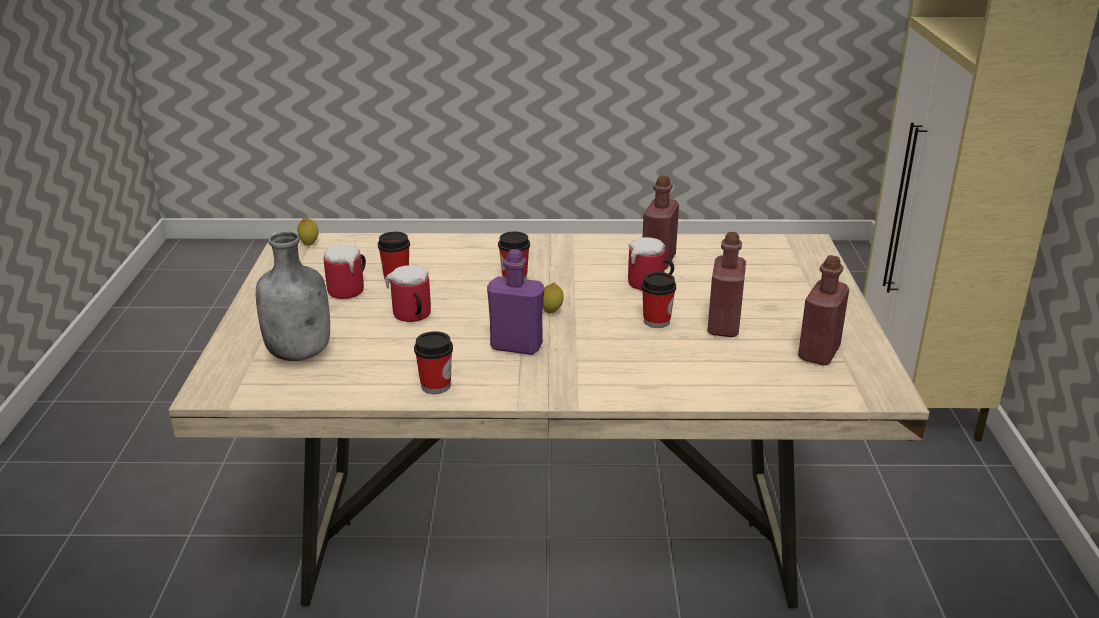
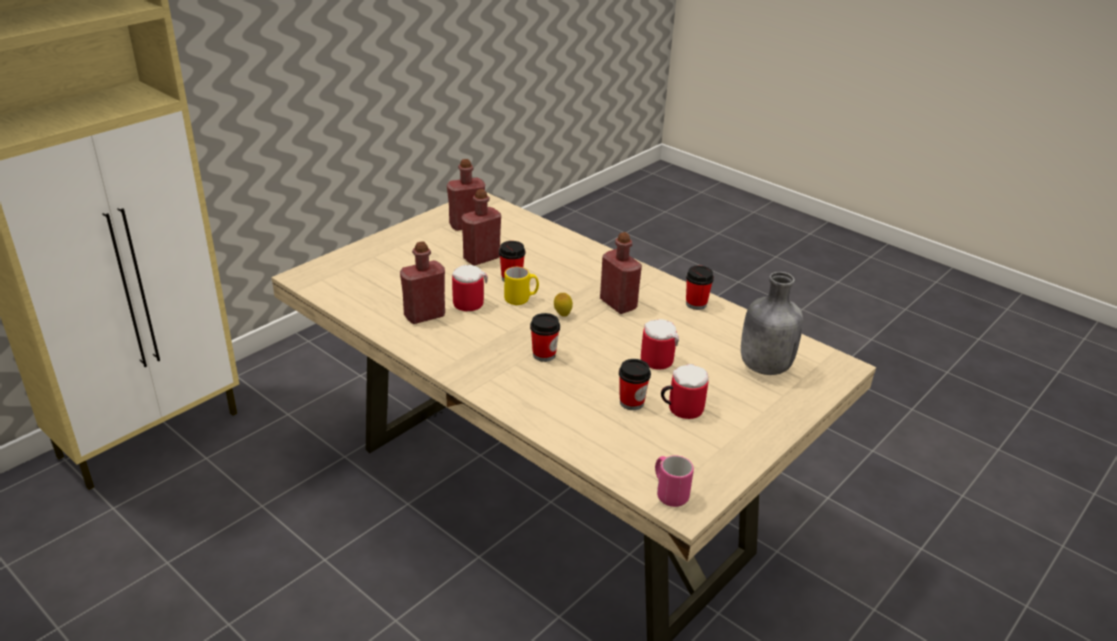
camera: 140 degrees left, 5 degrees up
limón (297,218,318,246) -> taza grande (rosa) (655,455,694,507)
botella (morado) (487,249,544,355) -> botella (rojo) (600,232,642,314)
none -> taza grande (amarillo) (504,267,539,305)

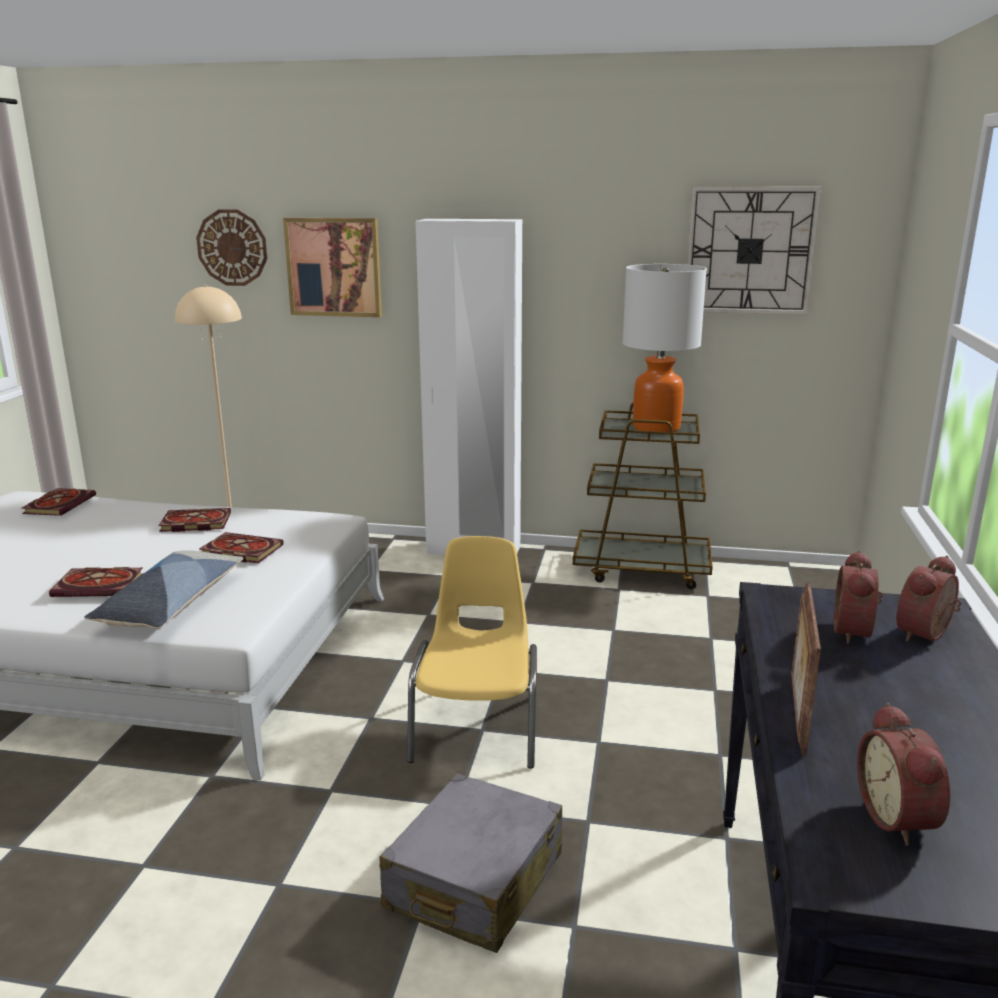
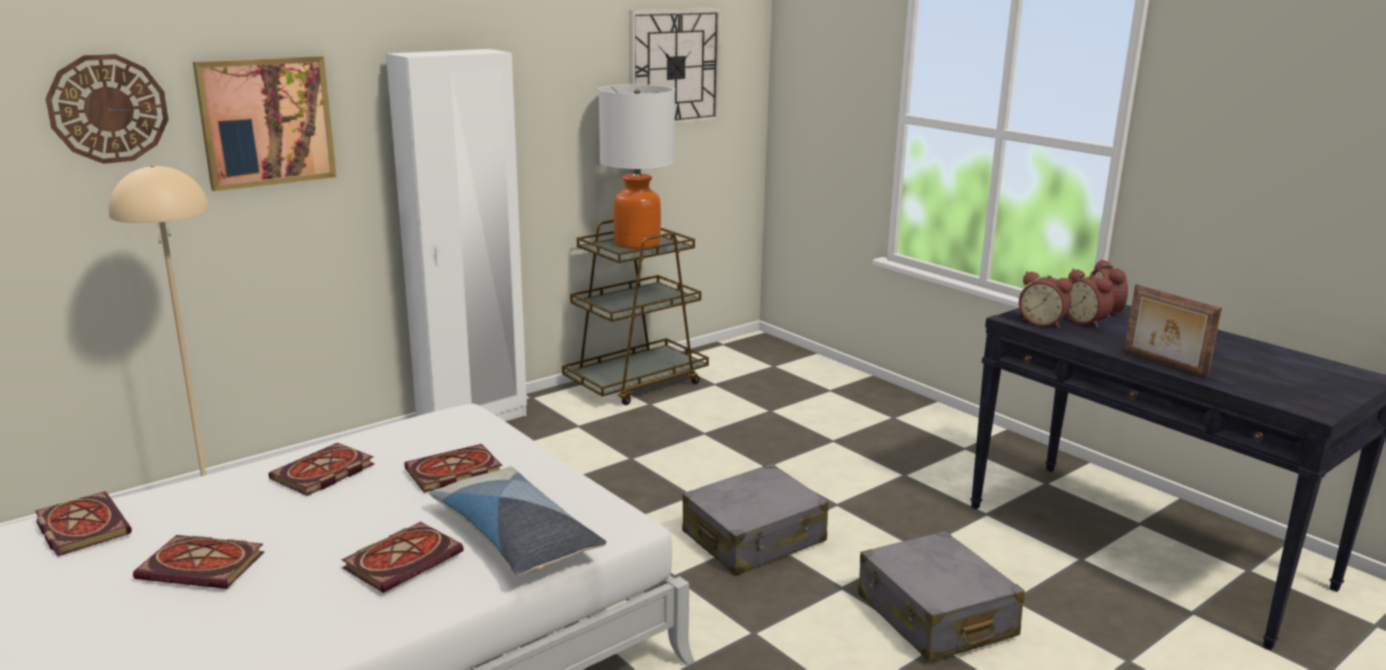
camera: 50 degrees left, 0 degrees up
silla (amarillo) (407,536,537,769) -> maleta (gris) (682,463,829,576)
despertador (857,703,950,846) -> despertador (1019,271,1072,328), shifted
none -> libro (133,535,264,589)

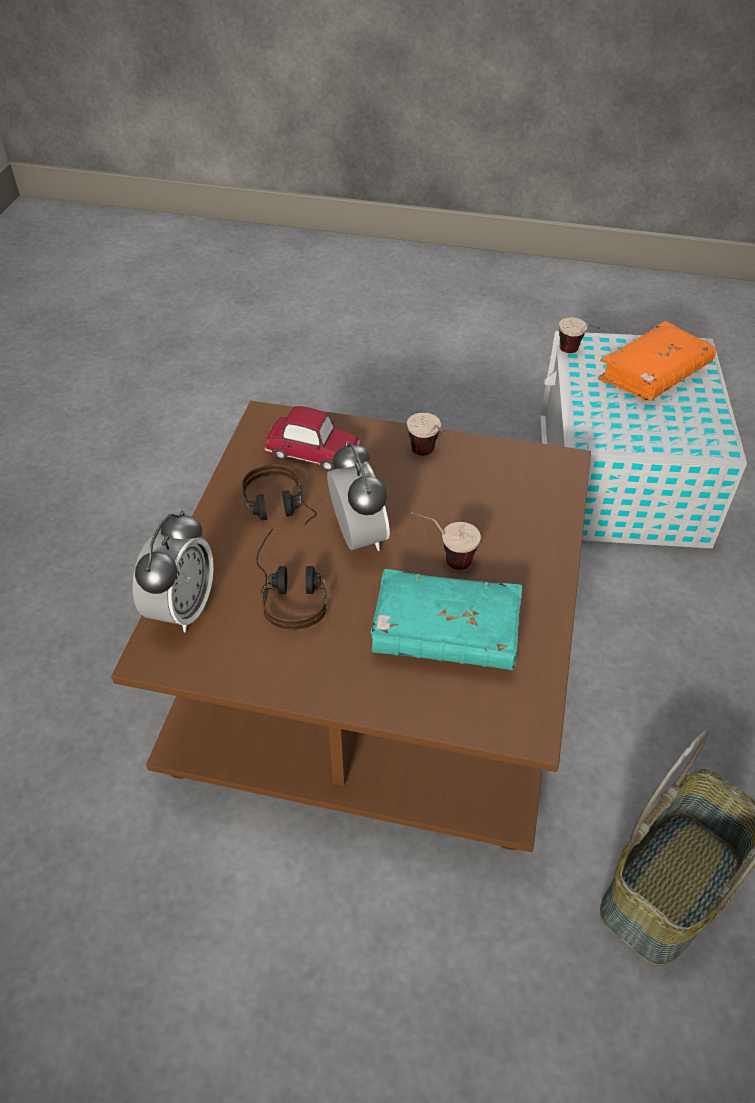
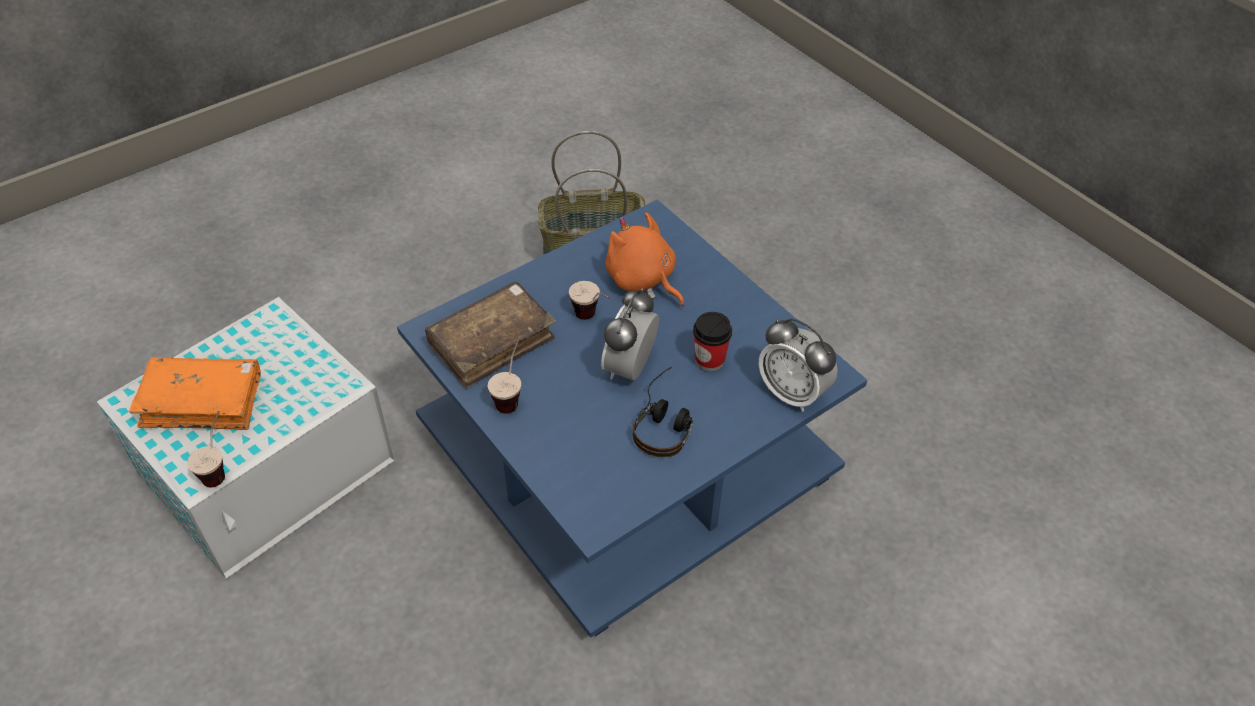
camera: 140 degrees left, 0 degrees up
mesa de centro (marrón) (111,401,591,852) -> mesa de centro (azul) (397,200,867,638)
coche de juguete (264,406,360,471) -> none
despertador (132,510,214,632) -> despertador (758,318,838,412), 105 degrees counterclockwise
auriculares (256,529,327,630) -> taza (693,312,732,372)
libro (turquesa) (371,569,522,670) -> peluche (naranja) (605,212,684,306)
none -> libro (marrón) (425,282,556,389)

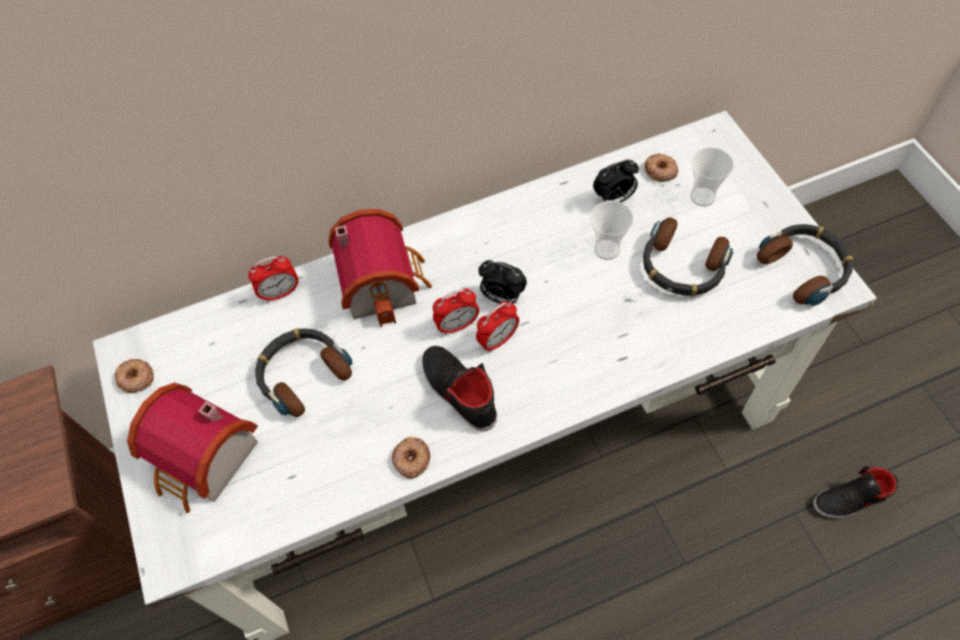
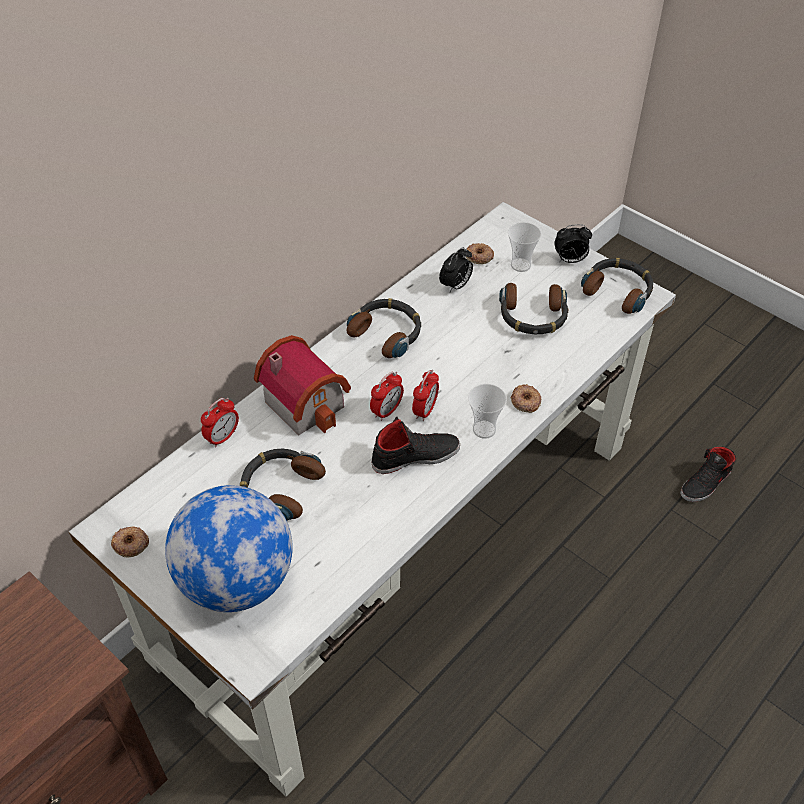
camera: 30 degrees left, 10 degrees down
taza (590,201,634,260) -> taza (468,384,507,439), shifted
despertador (478,260,527,304) -> despertador (554,224,592,263), shifted
zapato (negro) (422,345,497,432) -> zapato (negro) (371,417,460,474), 135 degrees clockwise
casita (127,383,258,513) -> globo terráqueo (165,485,293,612)
rosquilla (392,437,430,479) -> rosquilla (511,384,541,413), shifted
none -> auriculares (347,298,421,358)

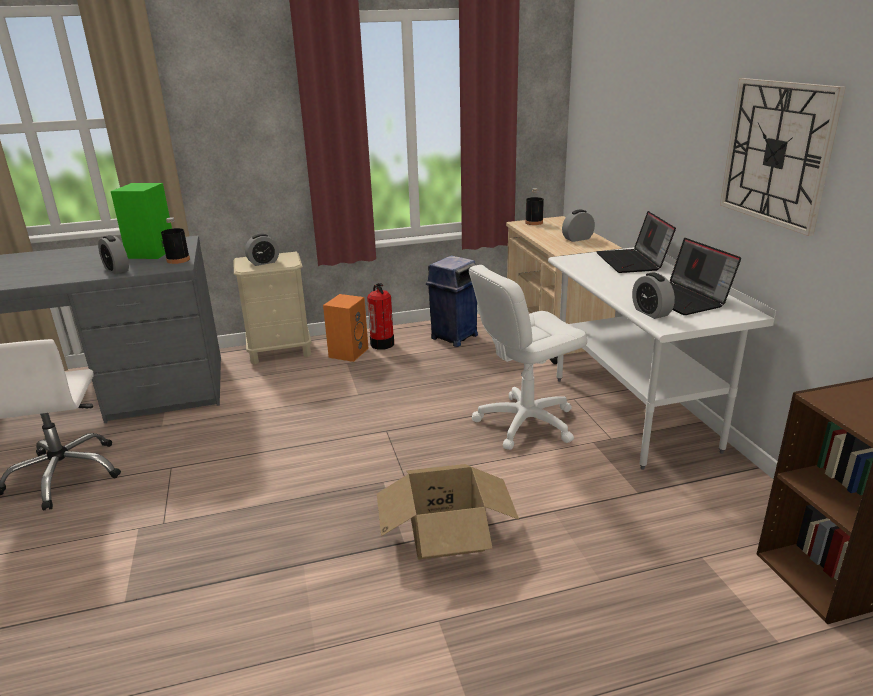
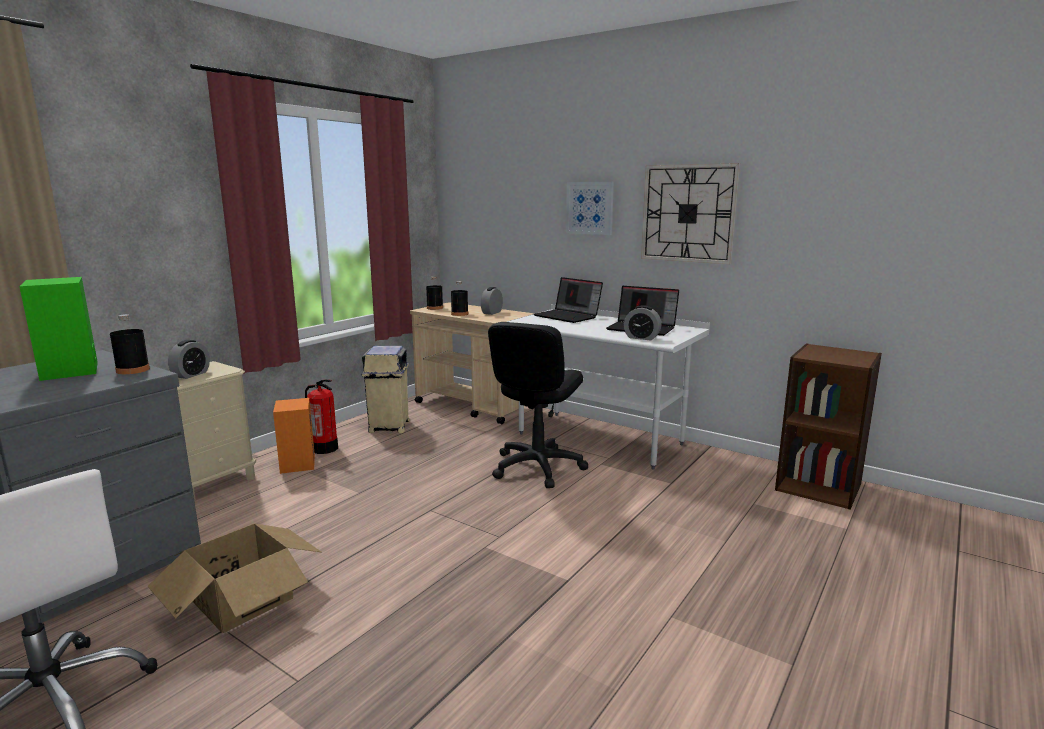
camera: 40 degrees left, 10 degrees down
despertador (98,235,129,274) -> none
papelera (azul) (426,255,478,347) -> papelera (beis) (362,346,409,433)
silla de oficina (blanco) (469,265,587,450) -> silla de oficina (negro) (488,322,588,488)
caja de cartón (377,464,519,560) -> caja de cartón (148,524,321,633), shifted
none -> cuadro (566,182,614,235)
none -> botella (negro) (451,281,468,316)

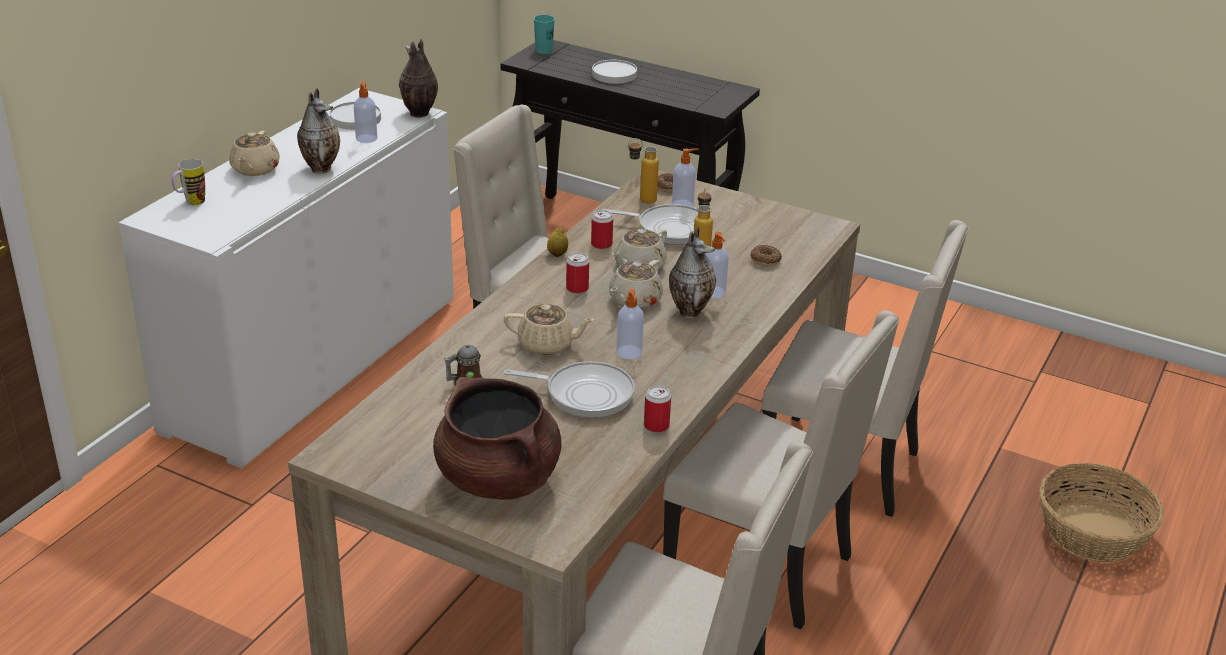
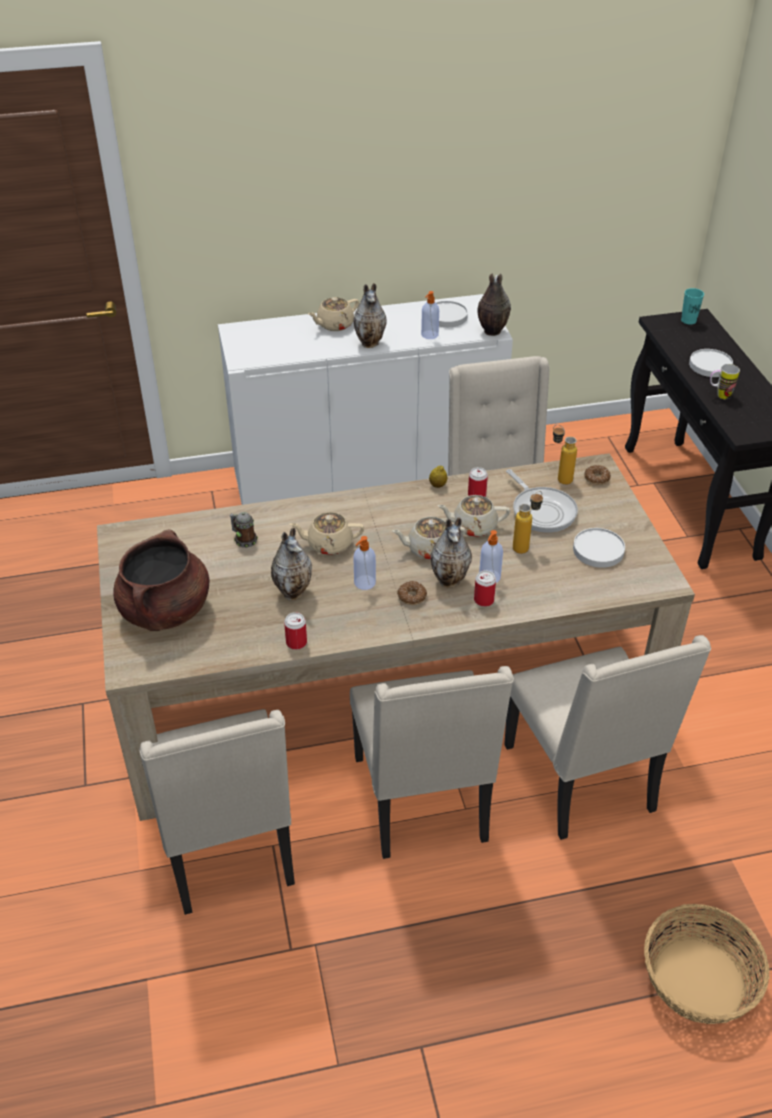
camera: 50 degrees right, 10 degrees up
dispensador de jabón (672,148,699,207) -> none
taza grande (171,159,205,205) -> taza grande (710,364,740,399), shifted
rosquilla (750,245,782,266) -> rosquilla (397,581,427,605), shifted
lata (566,252,589,294) -> lata (474,570,496,607), shifted
tetera (beis) (504,304,595,355) -> tetera (beis) (290,512,364,555), 120 degrees clockwise
sartén (504,361,635,418) -> florero (271,528,312,600)
none -> plato (blanco) (573,528,625,568)

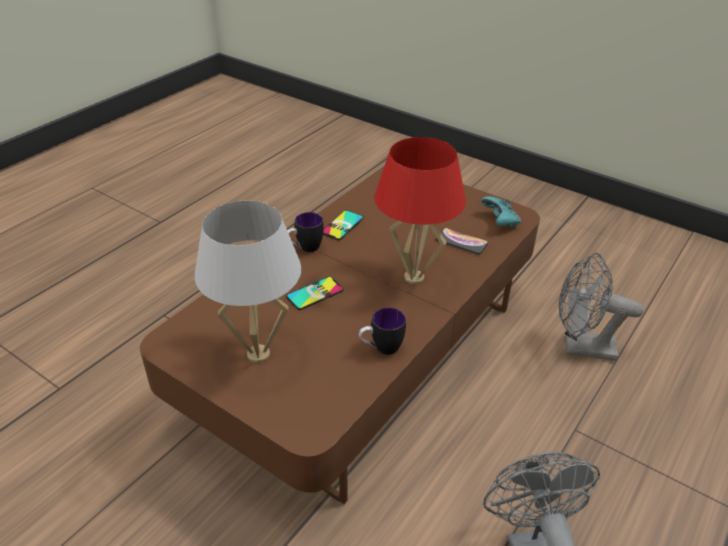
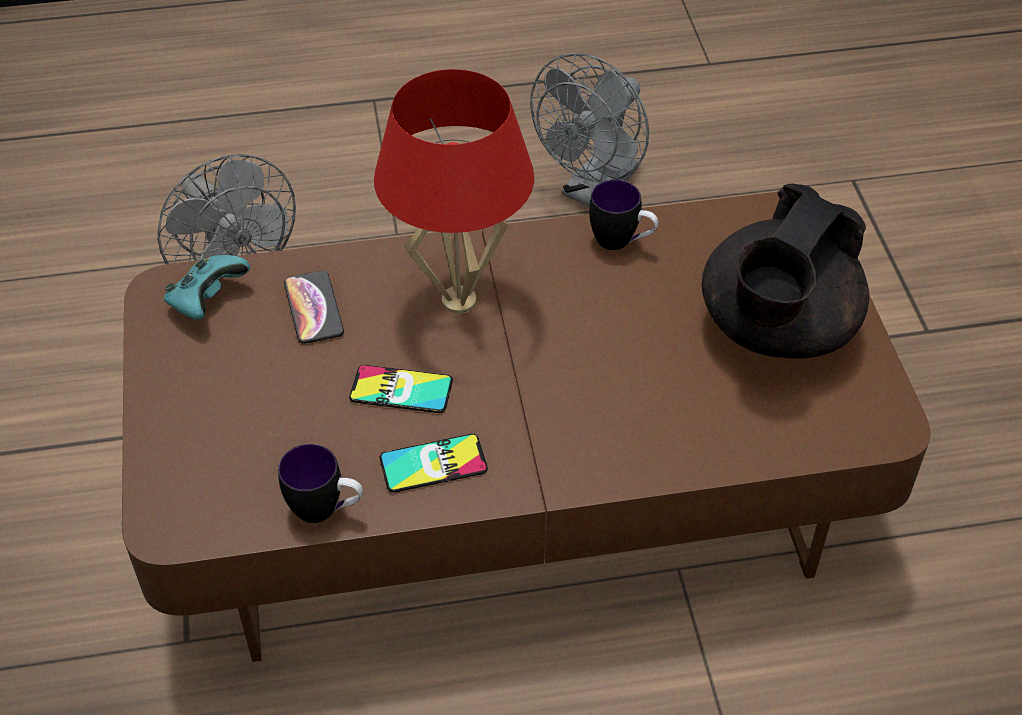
camera: 135 degrees left, 10 degrees up
lámpara de mesa (blanco) (194,201,301,363) -> tetera (negro) (702,184,869,358)
taza grande (287,212,324,252) -> taza grande (278,444,363,523), shifted
móvil (286,277,344,310) -> móvil (349,365,453,413), shifted

